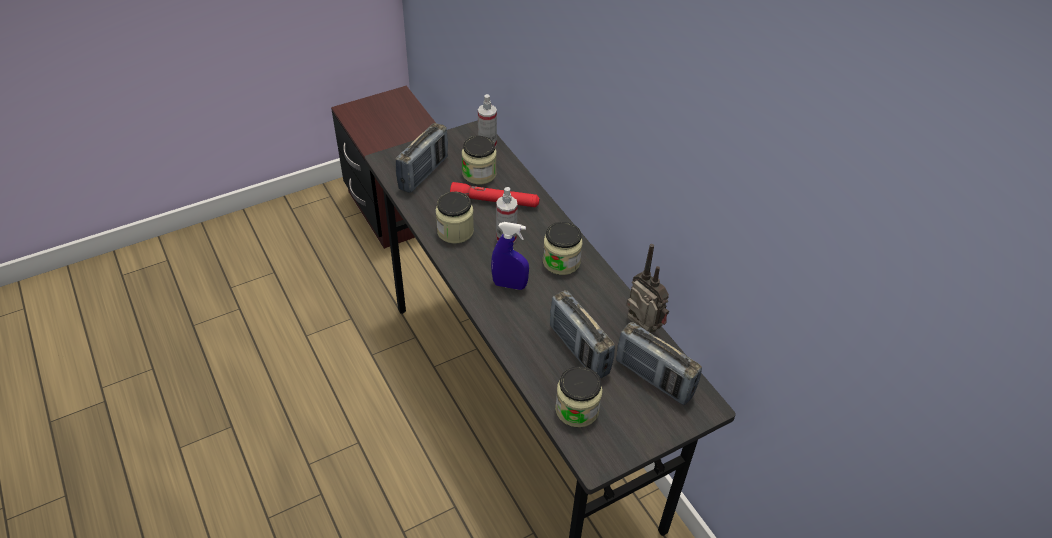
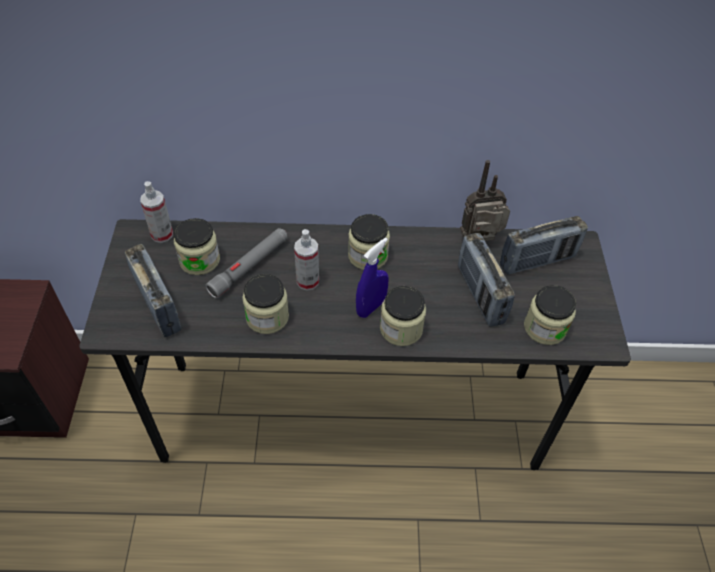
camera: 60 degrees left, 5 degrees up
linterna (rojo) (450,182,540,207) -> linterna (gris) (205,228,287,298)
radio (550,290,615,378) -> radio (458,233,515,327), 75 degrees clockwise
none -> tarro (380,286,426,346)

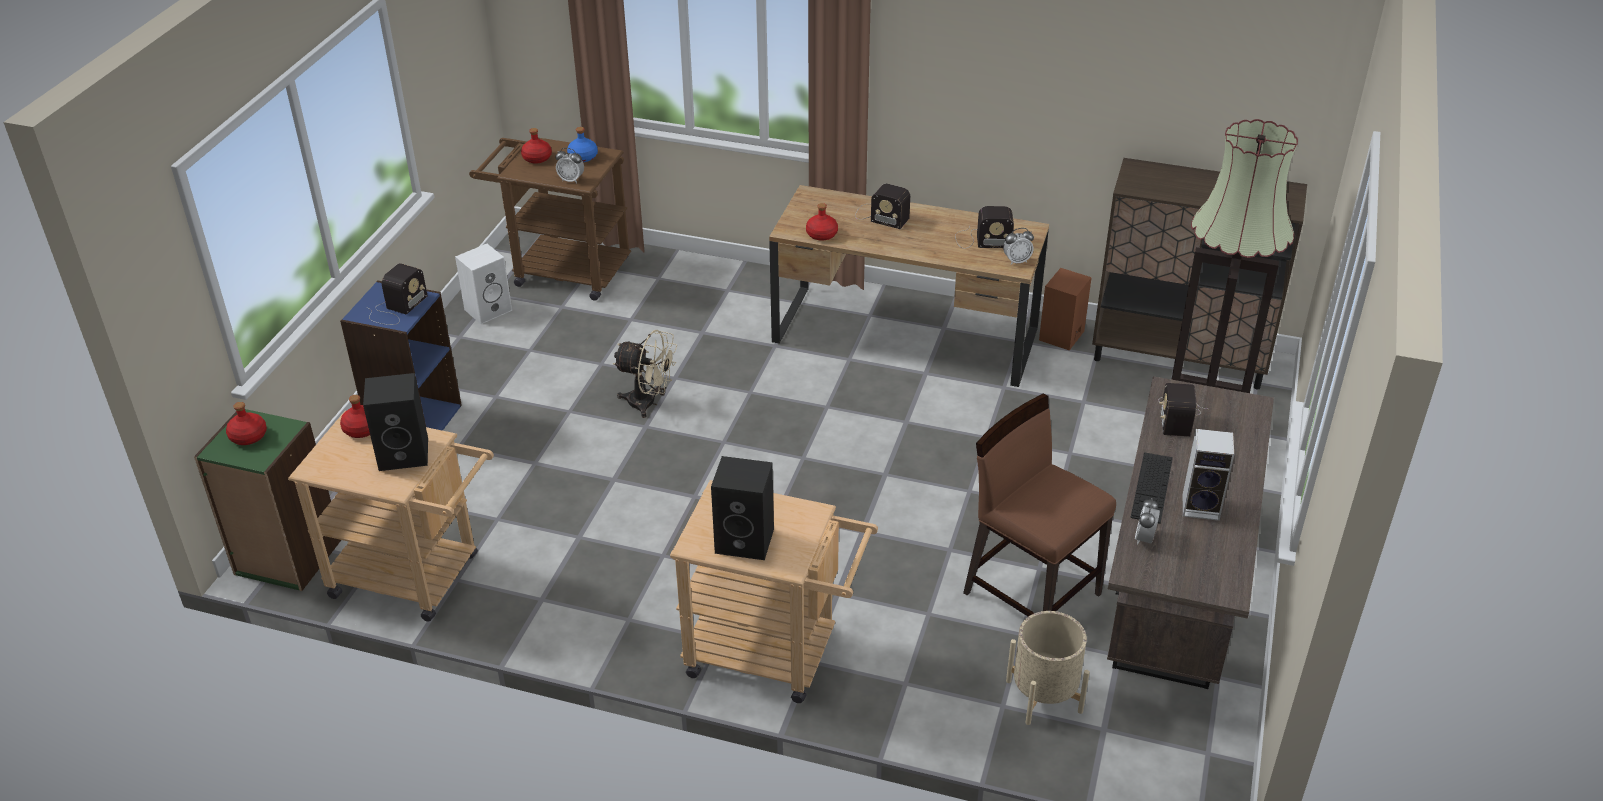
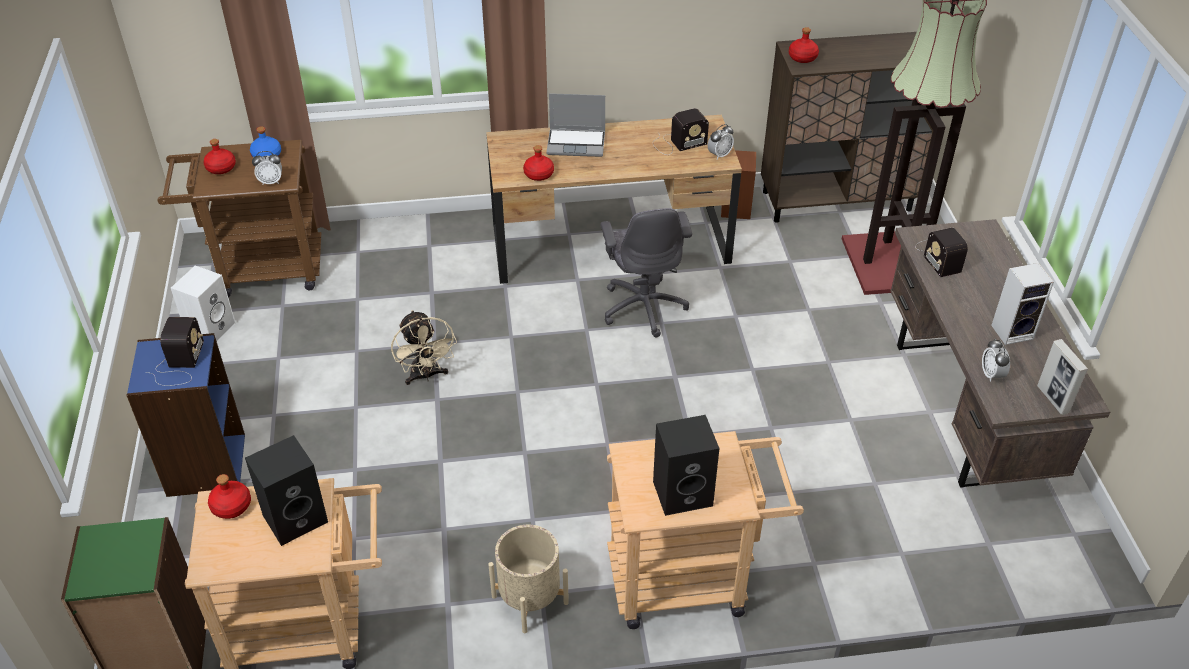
camera: 25 degrees left, 5 degrees up
radio (855,184,910,229) -> portátil (546,93,605,157)
ventilador (beis) (613,330,677,418) -> ventilador (beis) (391,310,457,385), 75 degrees clockwise
silla (marrón) (963,394,1116,616) -> none
botella (rojo) (226,402,267,445) -> botella (rojo) (789,27,819,63), shifted
teclado (1130,452,1173,524) -> none
maceta (beis) (1006,611,1090,725) -> maceta (beis) (488,525,569,633), shifted
none -> silla de oficina (gris) (600,208,692,337)
none -> portarretratos (1037,339,1088,415)

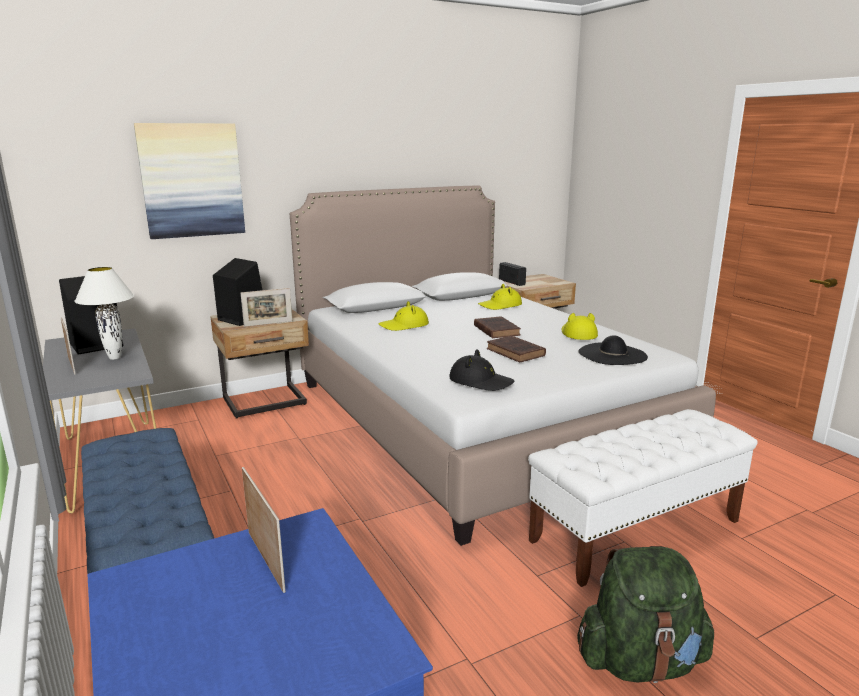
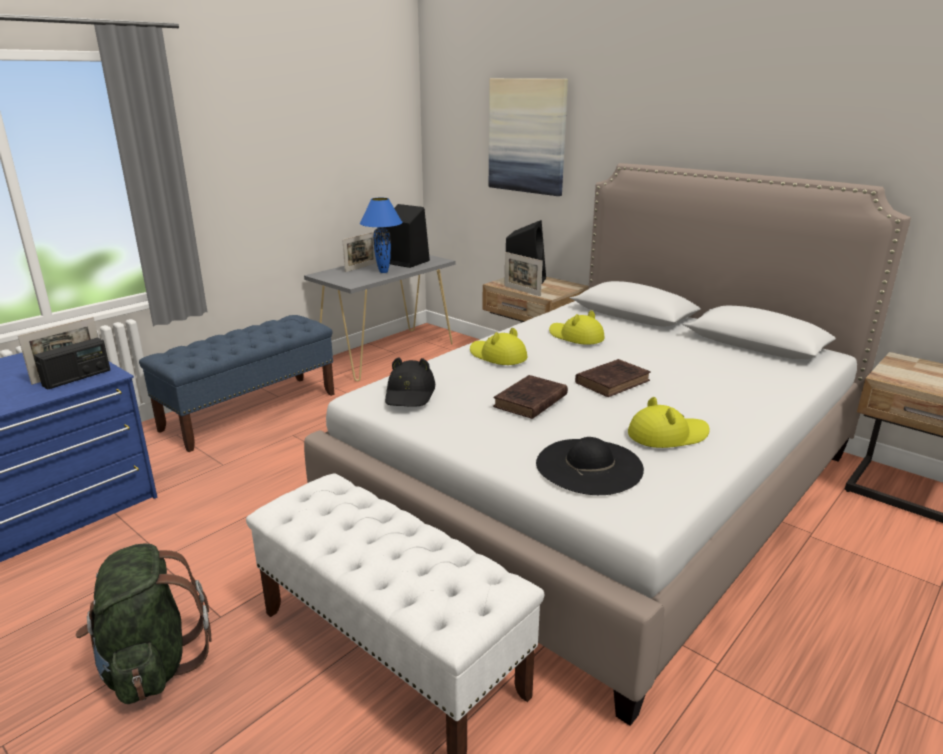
camera: 70 degrees right, 5 degrees up
radio (499,262,526,286) -> radio (34,338,110,389), shifted
lámpara de mesa (blanco) (75,267,134,360) -> lámpara de mesa (azul) (360,198,403,273)
sombrero (amarillo) (478,284,522,310) -> sombrero (amarillo) (470,328,527,365), shifted

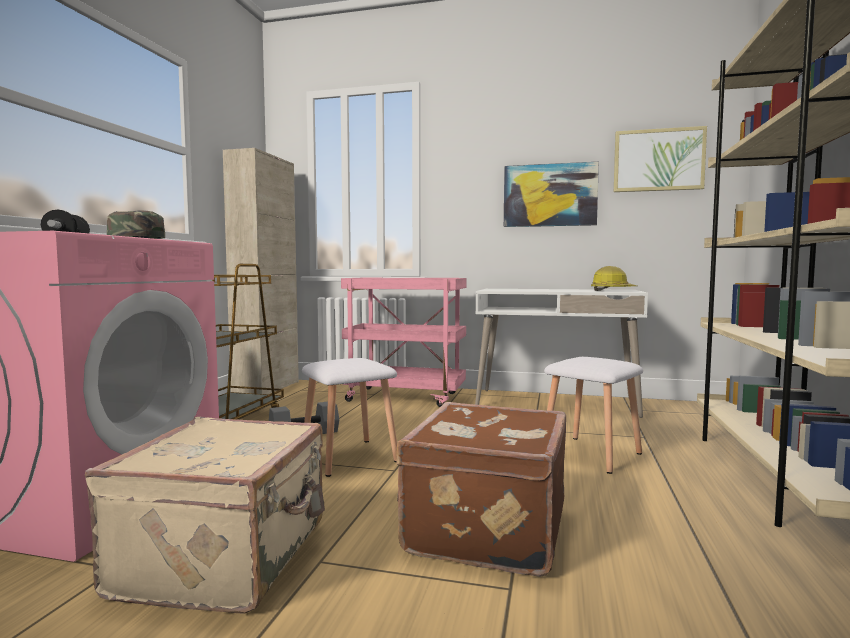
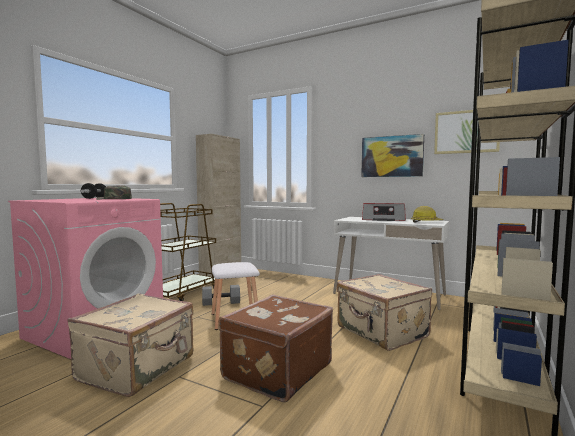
camera: 15 degrees right, 0 degrees up
carrito (rosa) (341,278,467,407) -> none
taburete (blanco) (544,357,643,474) -> maleta (beis) (337,274,432,351)
none -> radio (362,203,406,221)

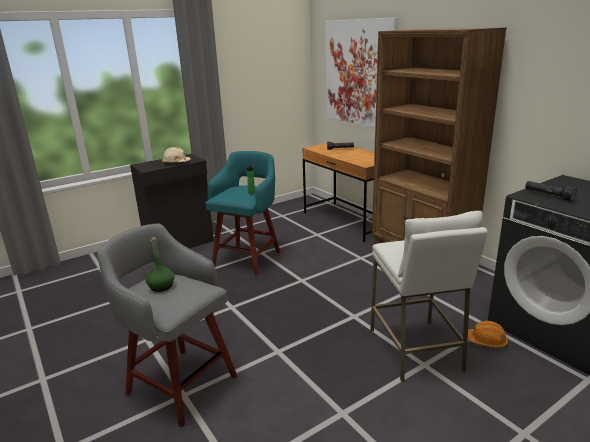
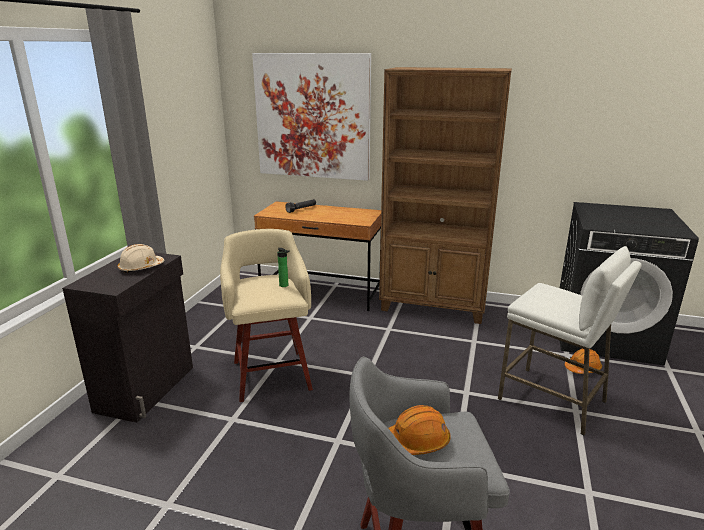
camera: 40 degrees left, 0 degrees up
taburete (turquesa) (206,151,281,276) -> taburete (beis) (220,229,313,402)
linterna (negro) (525,181,577,202) -> none
botella (verde) (145,237,175,292) -> casco (naranja) (388,405,450,455)

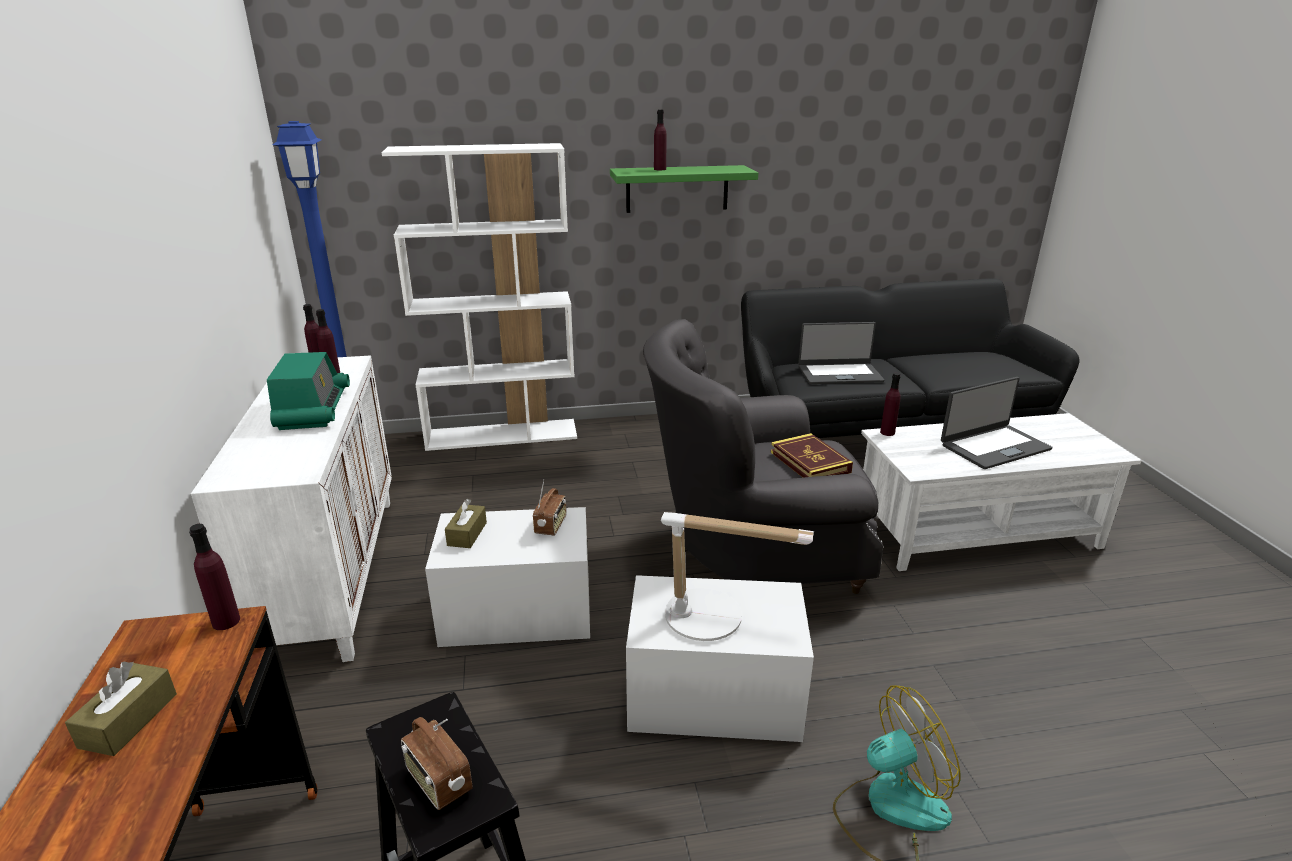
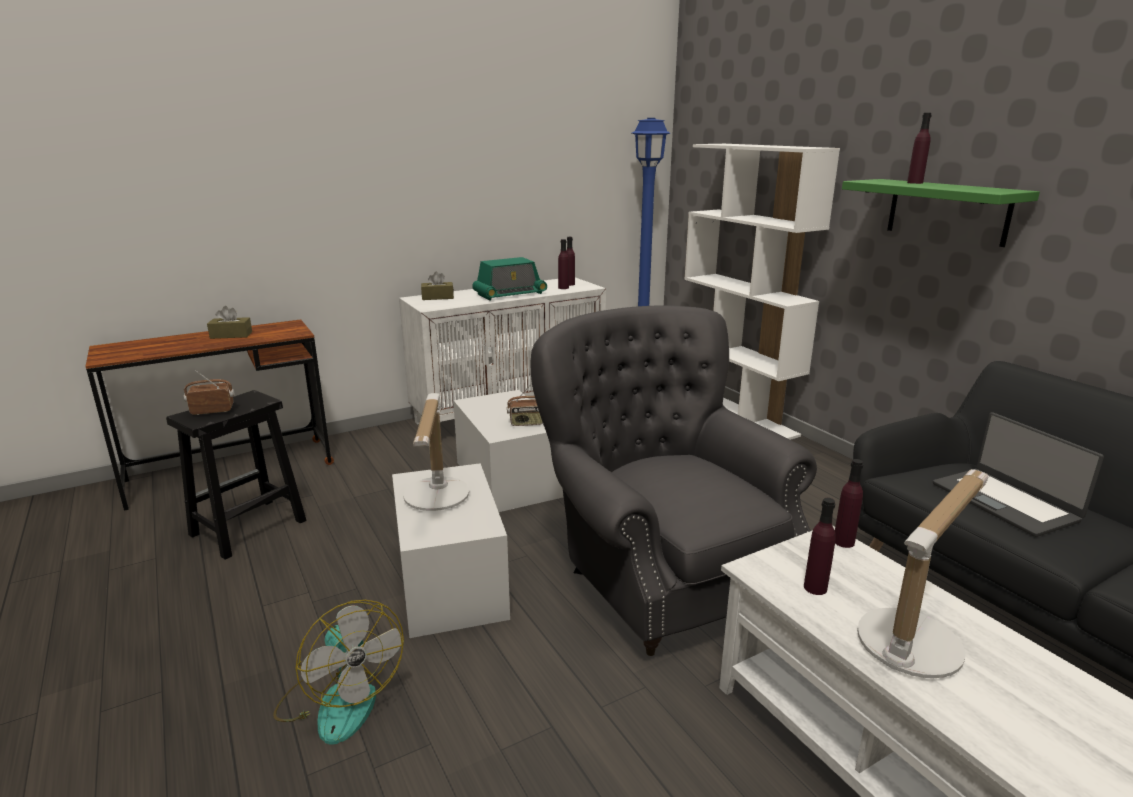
camera: 70 degrees right, 5 degrees down
portátil (941,377,1053,469) -> lámpara de mesa (857,469,988,678)
libro (771,433,853,477) -> none
caja de pañuelos (marrón) (445,499,487,548) -> caja de pañuelos (marrón) (421,271,454,300), shifted
botella (morado) (189,524,240,630) -> botella (morado) (804,498,836,595), shifted
radio (401,717,473,810) -> radio (184,370,235,415), 45 degrees clockwise

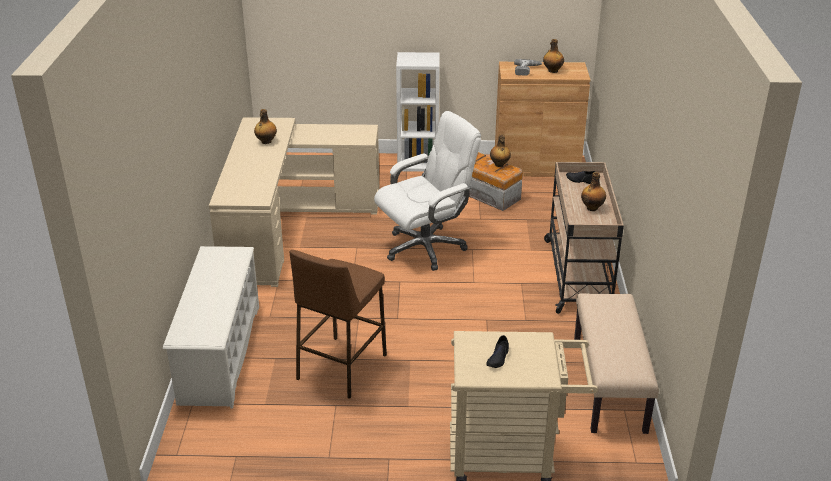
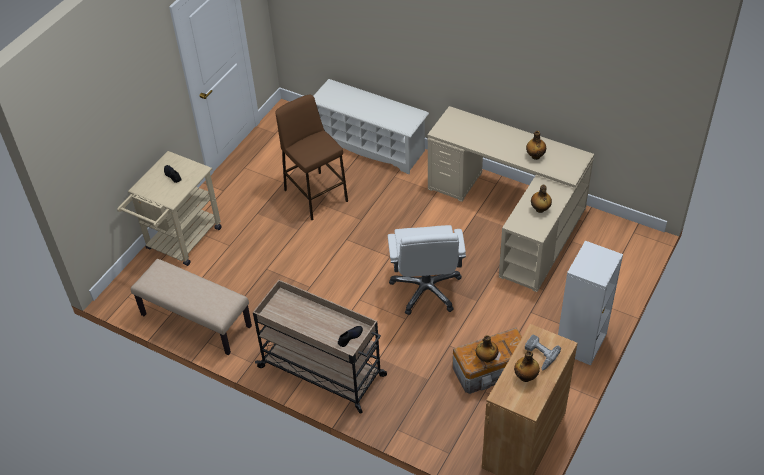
camera: 120 degrees right, 15 degrees up
botella (581,172,606,211) -> botella (531,185,552,213), shifted

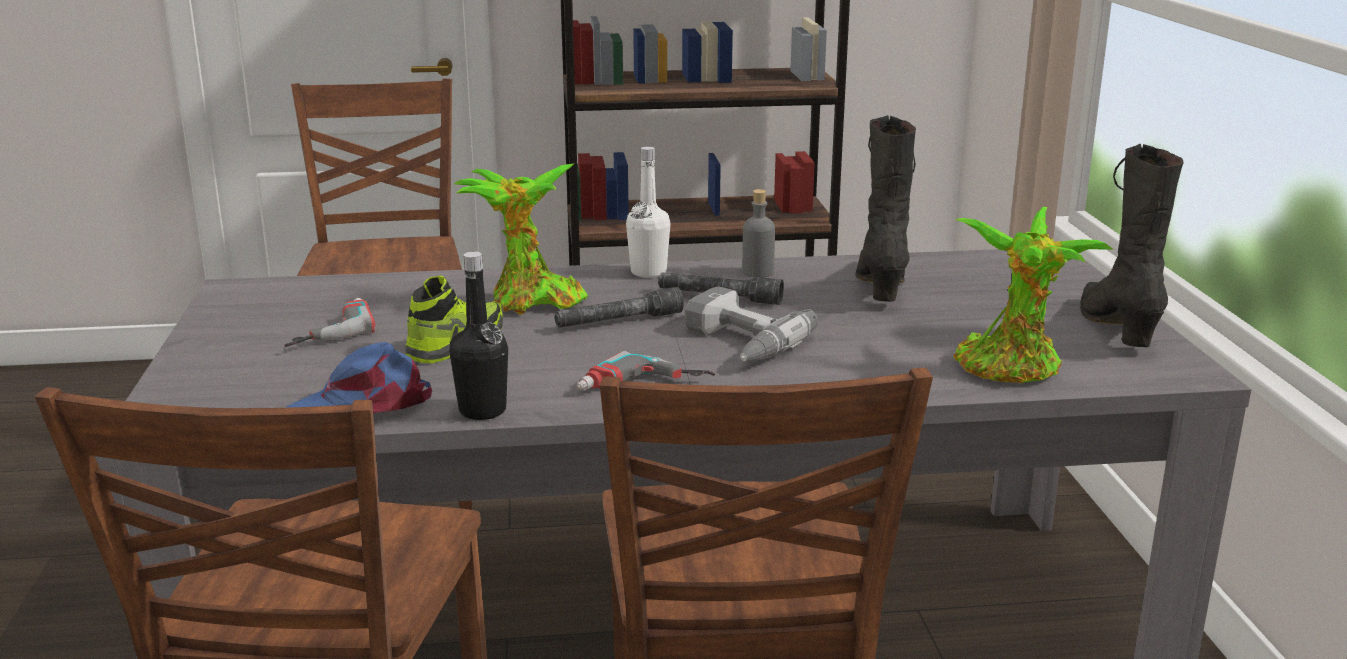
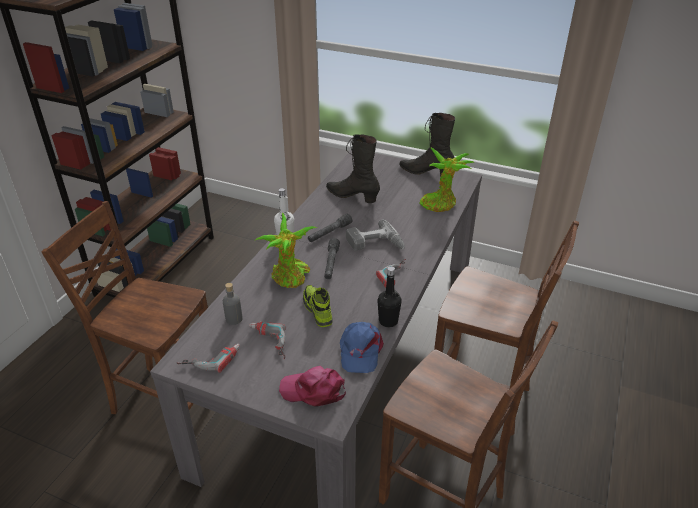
camera: 60 degrees left, 15 degrees up
botella (gris) (742,189,775,278) -> botella (gris) (223,283,243,325), shifted
none -> taladro (177,344,240,373)
none -> gorra (rosa) (279,366,346,406)

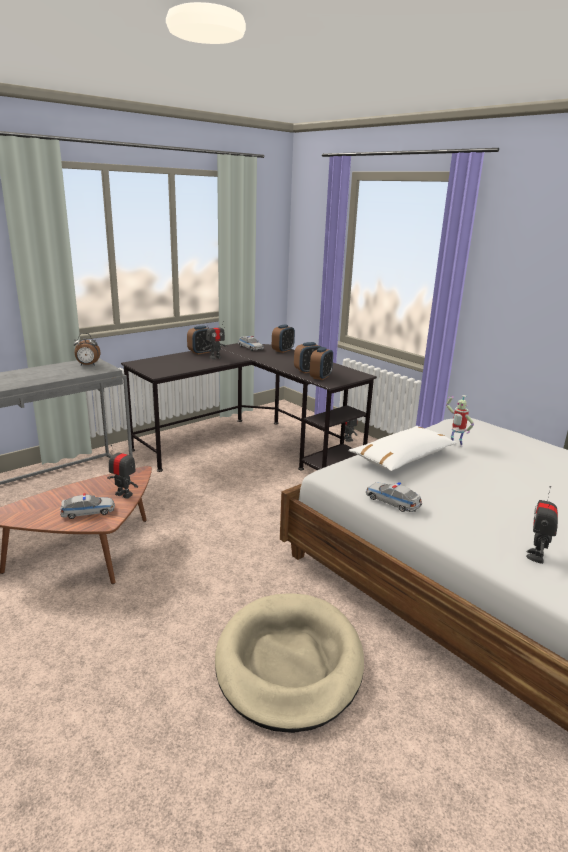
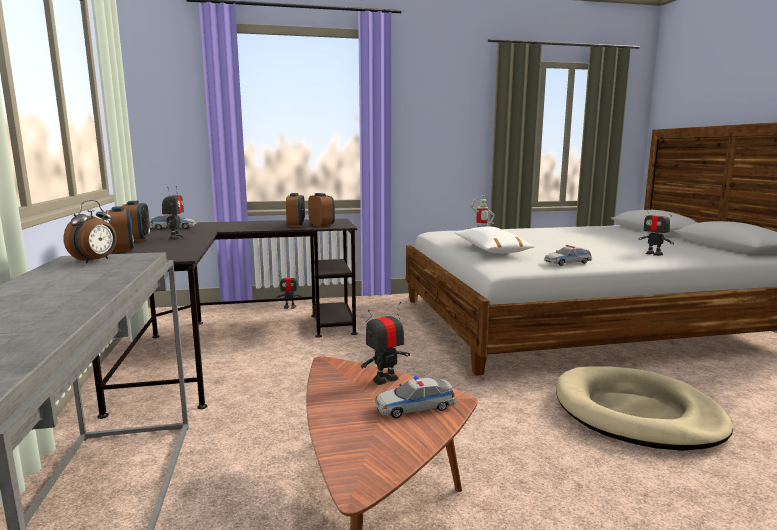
camera: 60 degrees left, 10 degrees down
despertador (272,324,295,353) -> despertador (108,206,134,253), shifted
coche de juguete (60,493,115,519) -> coche de juguete (375,376,457,418), 120 degrees counterclockwise

